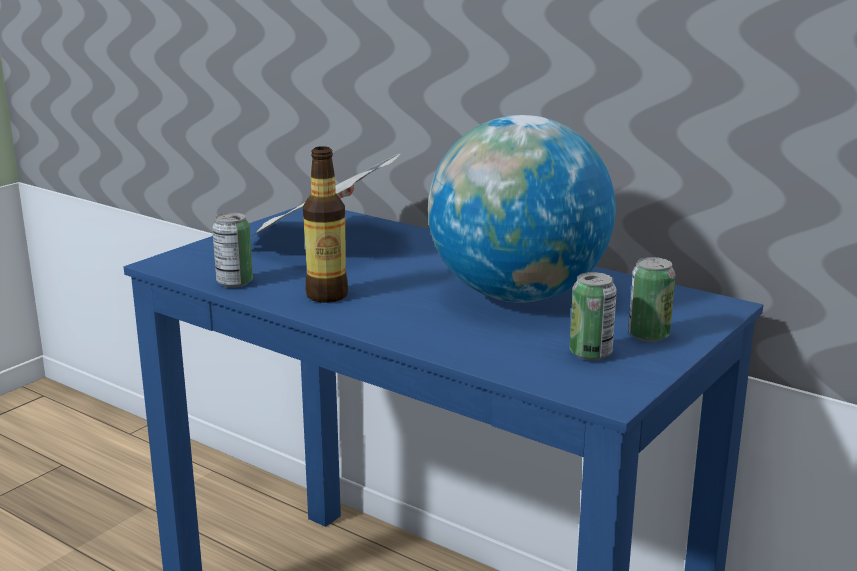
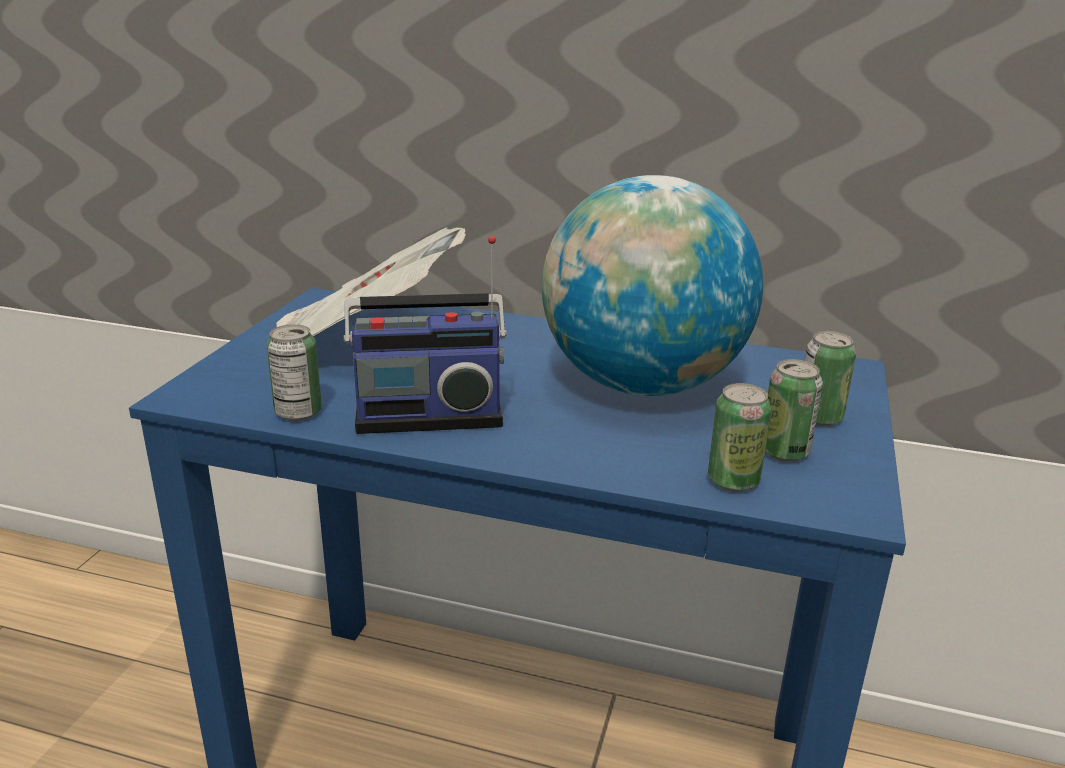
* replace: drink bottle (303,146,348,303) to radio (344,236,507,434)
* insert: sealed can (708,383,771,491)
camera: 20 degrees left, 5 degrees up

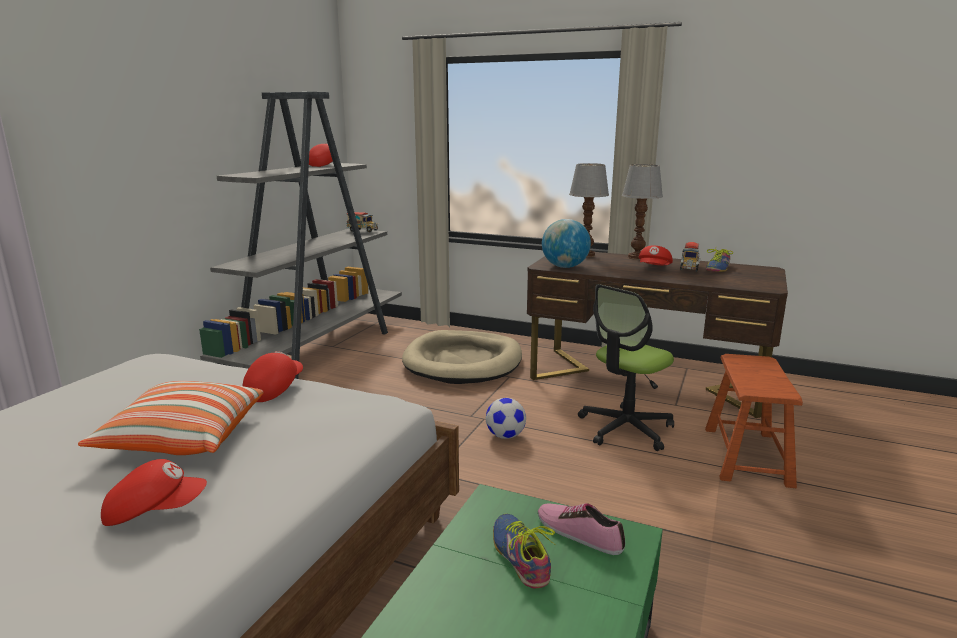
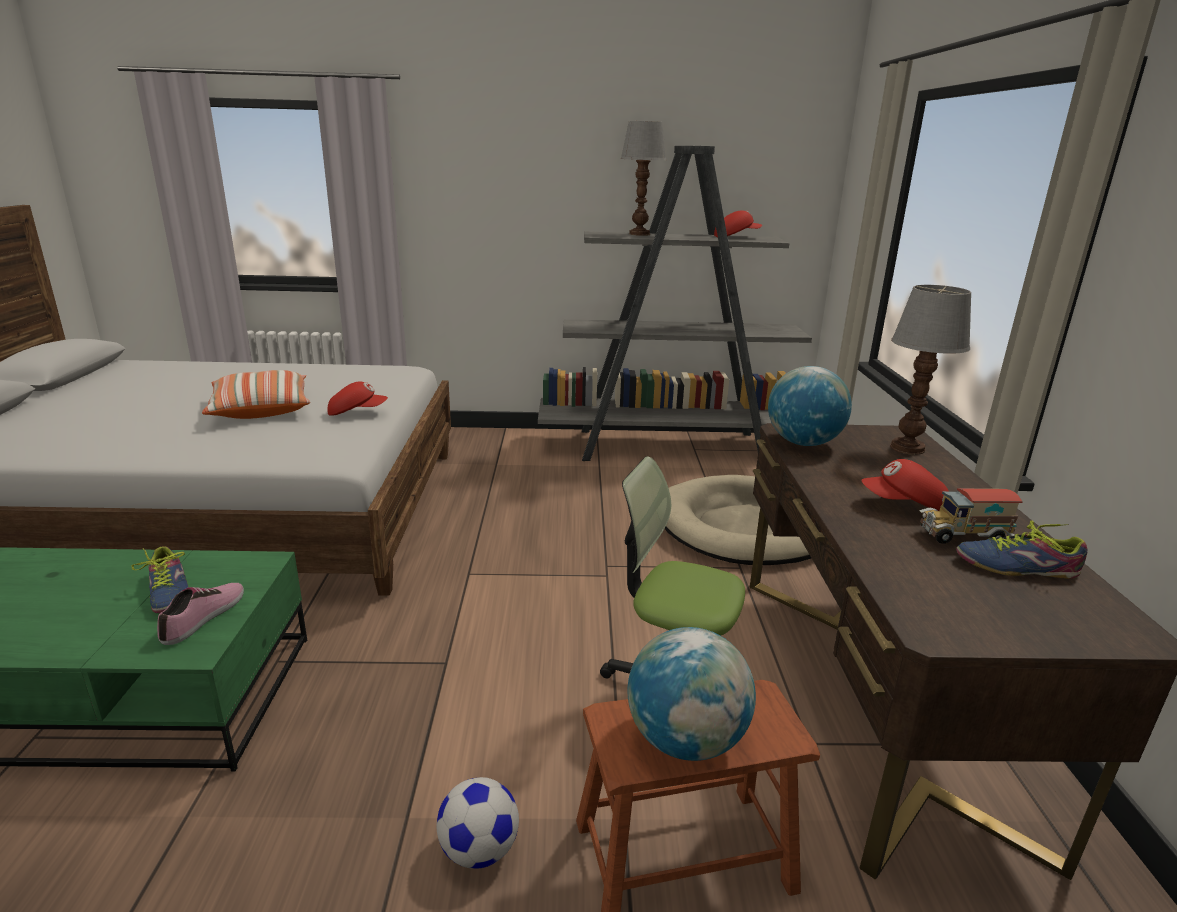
* delete: red peaked cap (101,459,207,526)
* delete: model truck (346,212,378,232)
* move: football ball (486,398,526,439) to (436,777,519,869)
* rotate: shoe (493,514,556,589) = (131,546,188,613) 105 degrees clockwise
* move: tabletop lamp (622,164,663,260) to (621,121,667,236)
* insert: globe (628,627,756,761)
camera: 65 degrees right, 5 degrees up

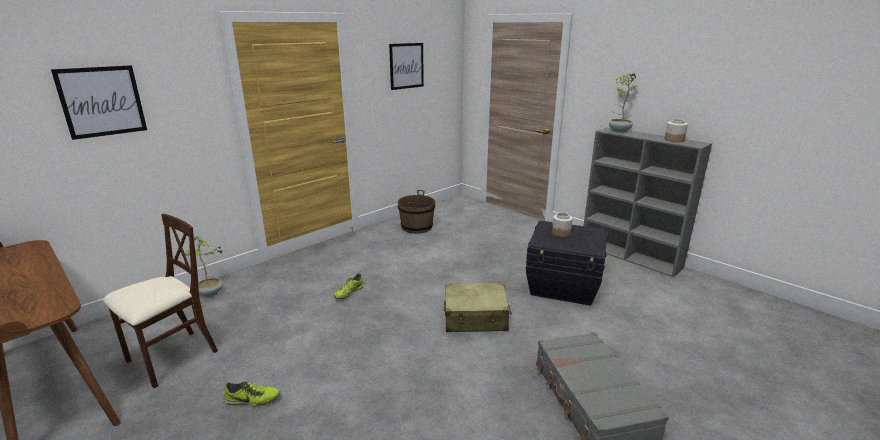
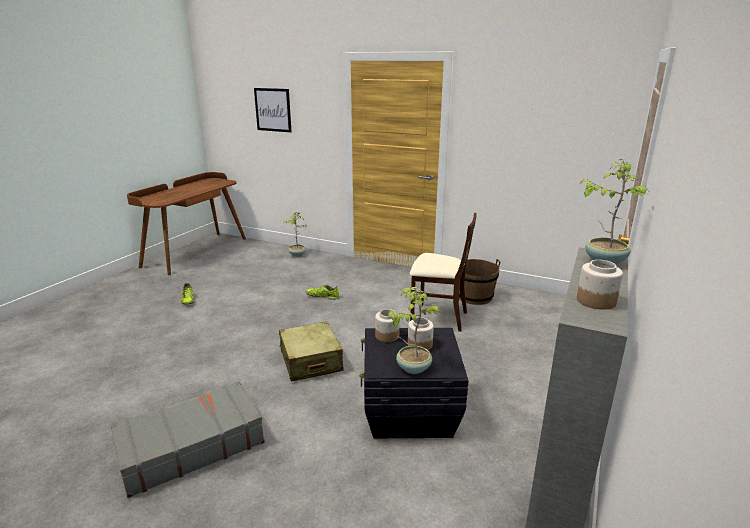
* move: sand-coloured plain chair (103,214,218,388) to (410,213,477,332)
* delete: wall art (389,43,424,90)
* insert: preserve jar (375,309,400,342)
* insert: potted plant (387,287,439,374)
camera: 70 degrees right, 0 degrees up

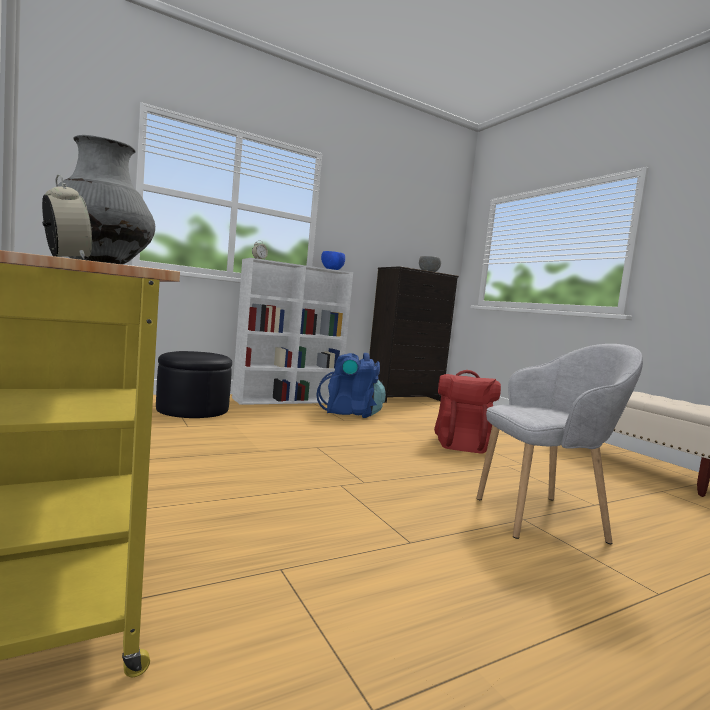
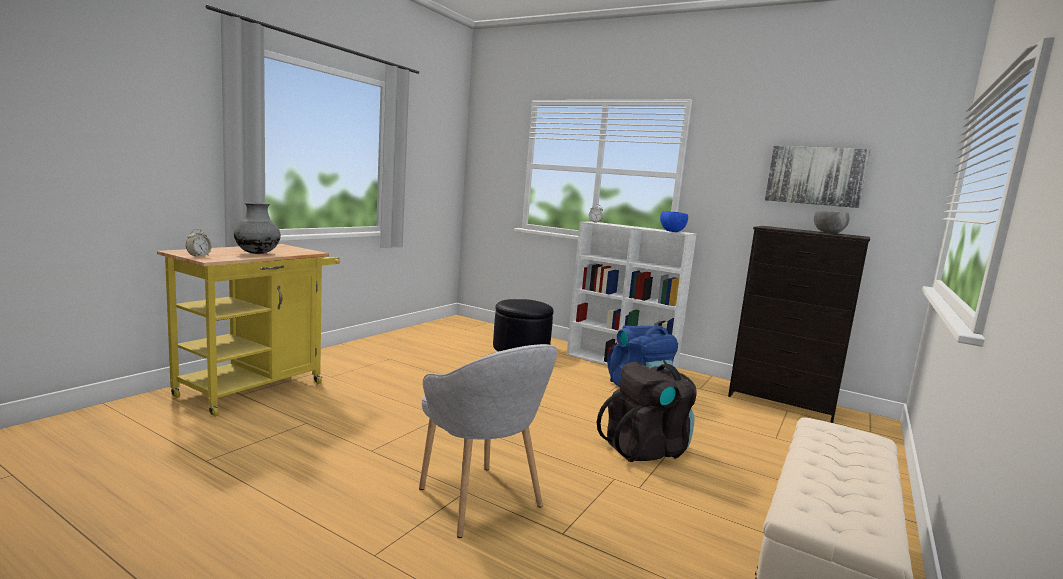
* recolor: red knapsack (434,370,501,454) to black knapsack (597,362,697,462)
* insert: wall art (765,146,870,208)
camera: 60 degrees right, 5 degrees up

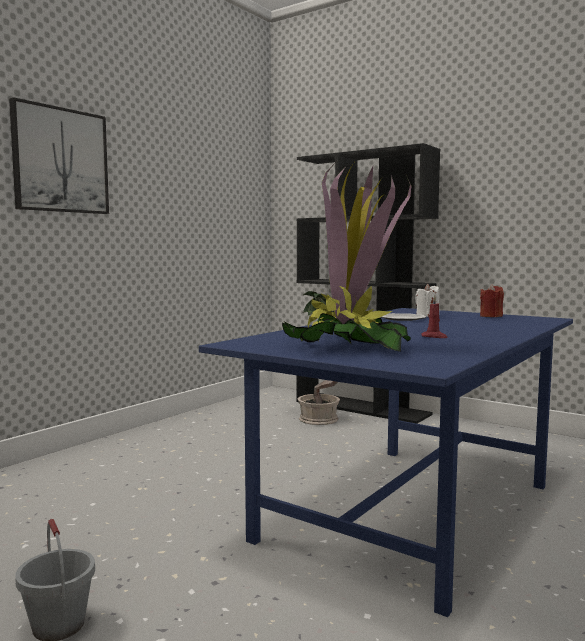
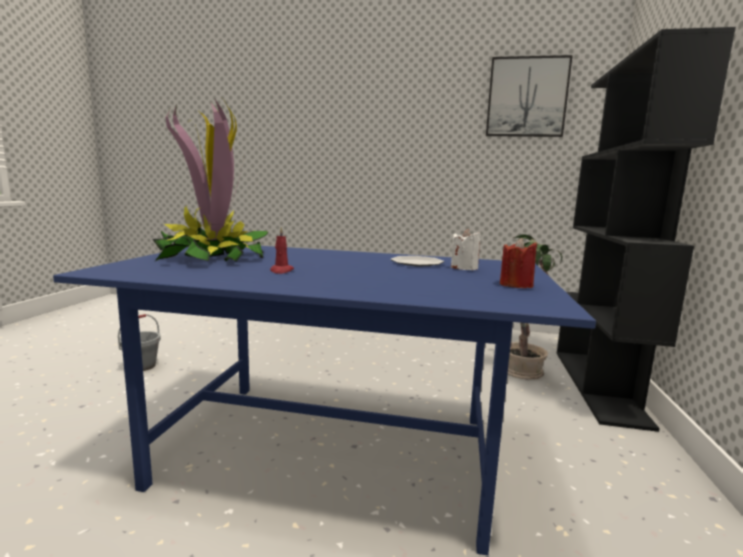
* move: wall art (9,97,109,214) to (486,55,573,137)
camera: 65 degrees right, 5 degrees up

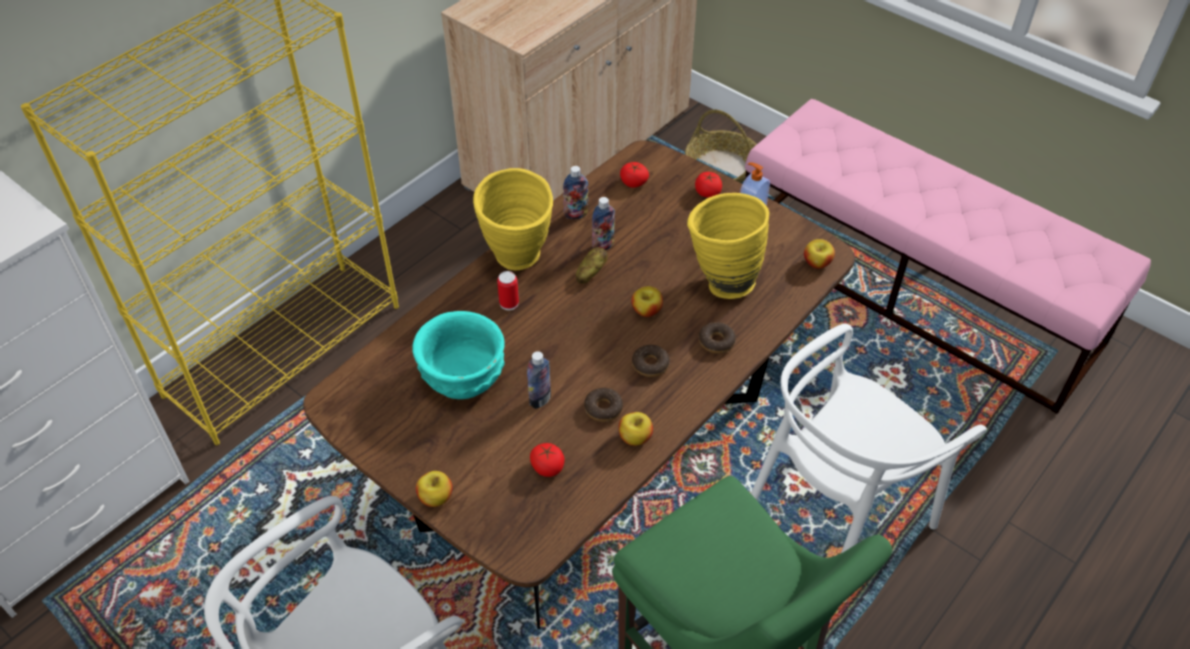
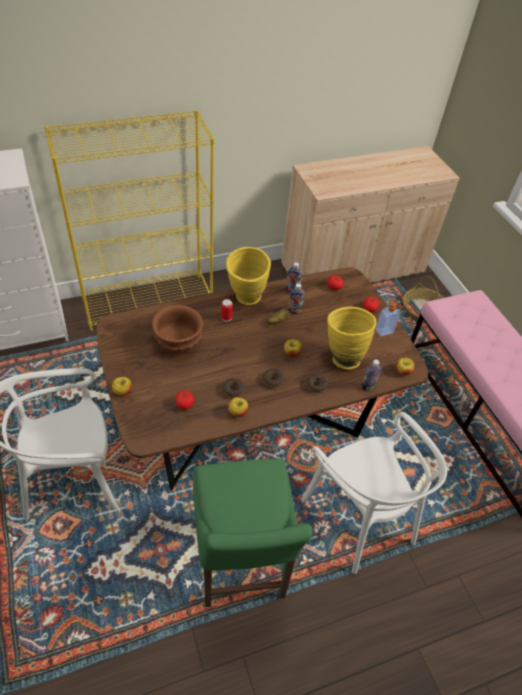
* recolor: turquoise-coloured deep dish (412,311,505,399) to brown-coloured deep dish (152,305,203,354)
* move: drink bottle (527,351,551,409) to (361,360,381,390)
* rotate: whitish plain chair (751,324,987,553) = (301,412,447,574) 105 degrees counterclockwise
camera: 25 degrees right, 0 degrees up

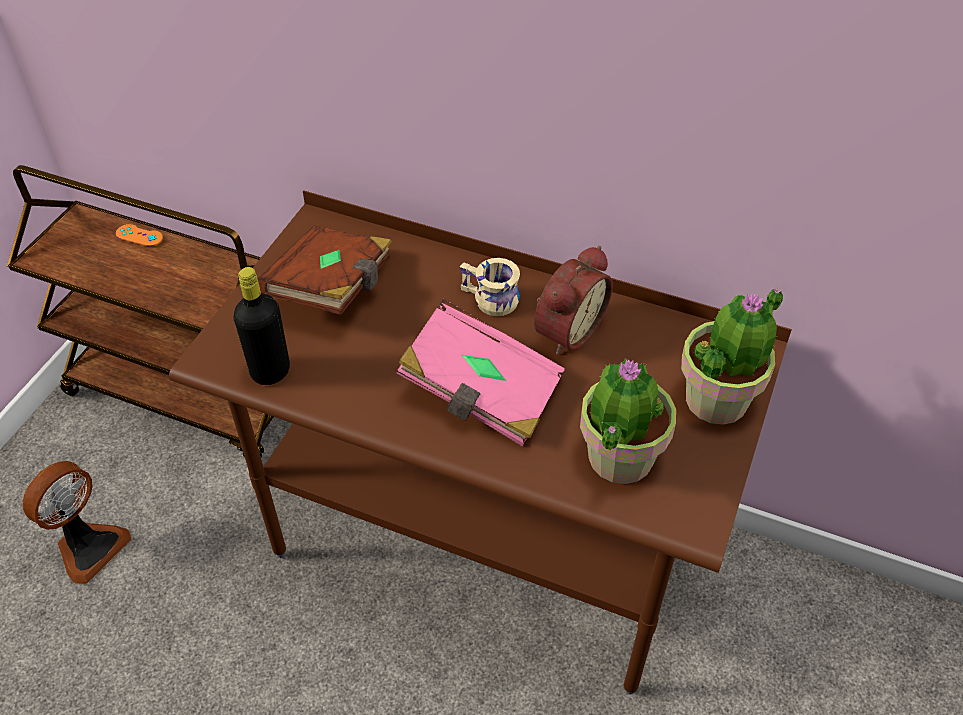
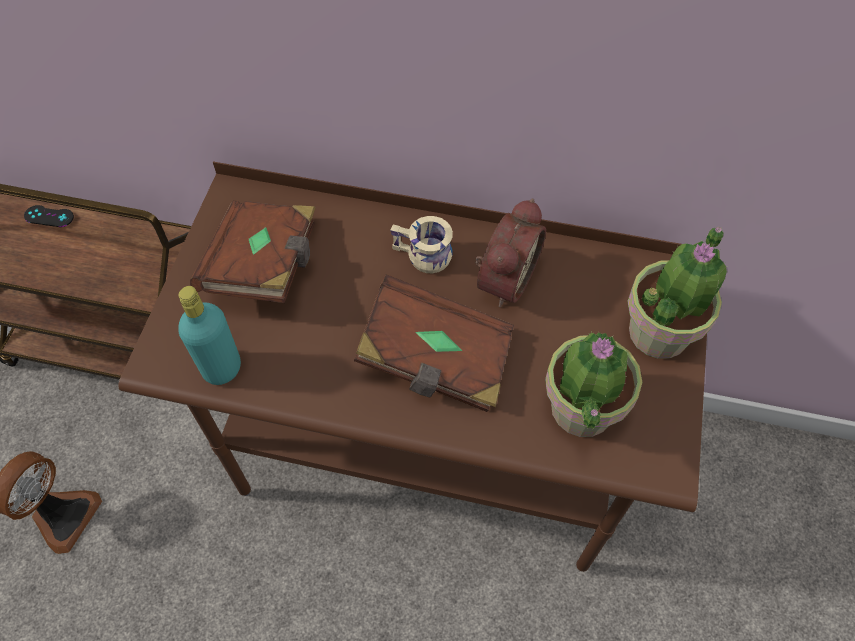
* recolor: orange joypad (116,224,163,247) to black joypad (24,205,74,227)
* recolor: black drink bottle (233,267,290,385) to turquoise-coloured drink bottle (178,286,241,385)
* recolor: pink book (396,299,565,446) to brown-coloured book (354,274,514,412)
camera: 10 degrees left, 10 degrees up

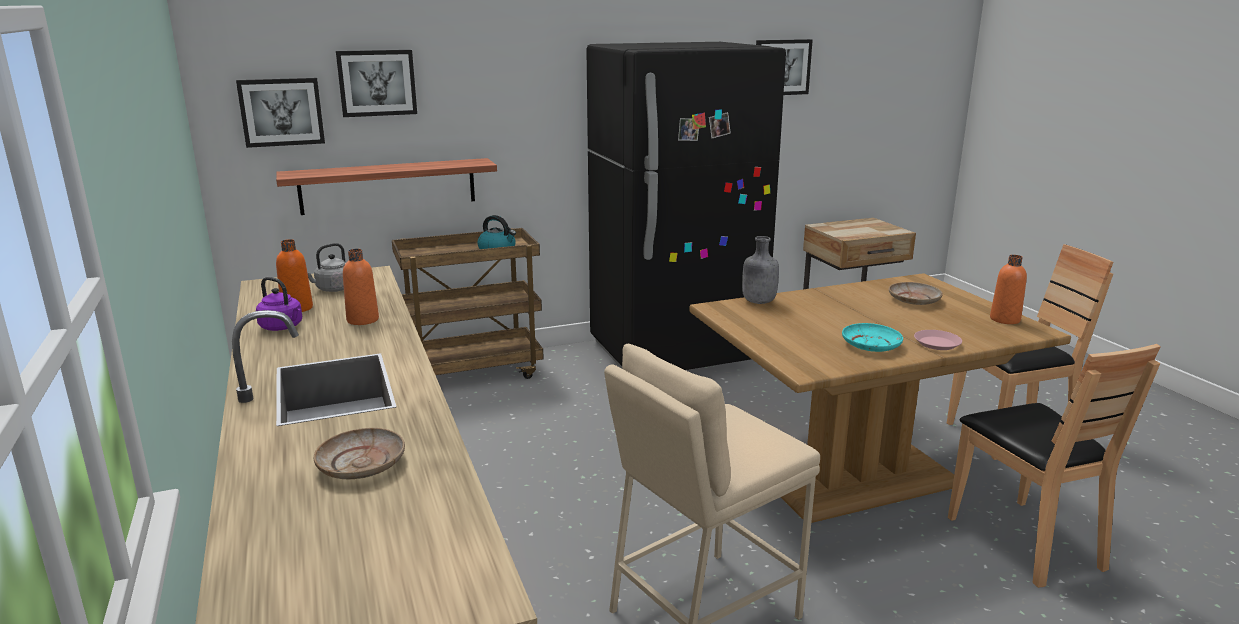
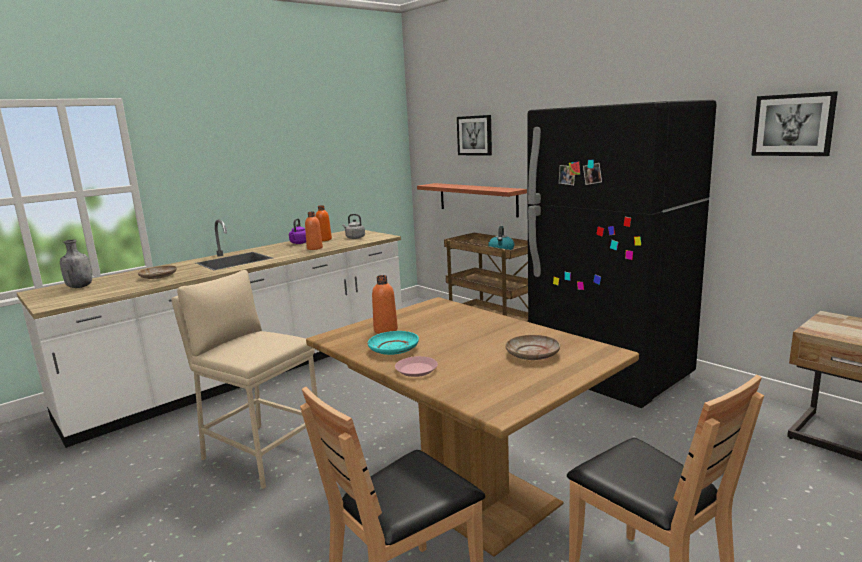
* delete: wall art (236,78,325,148)
* move: grey drink bottle (742,236,779,304) to (60,240,92,288)
* move: orange drink bottle (990,255,1027,324) to (372,275,398,334)
camera: 70 degrees right, 5 degrees down

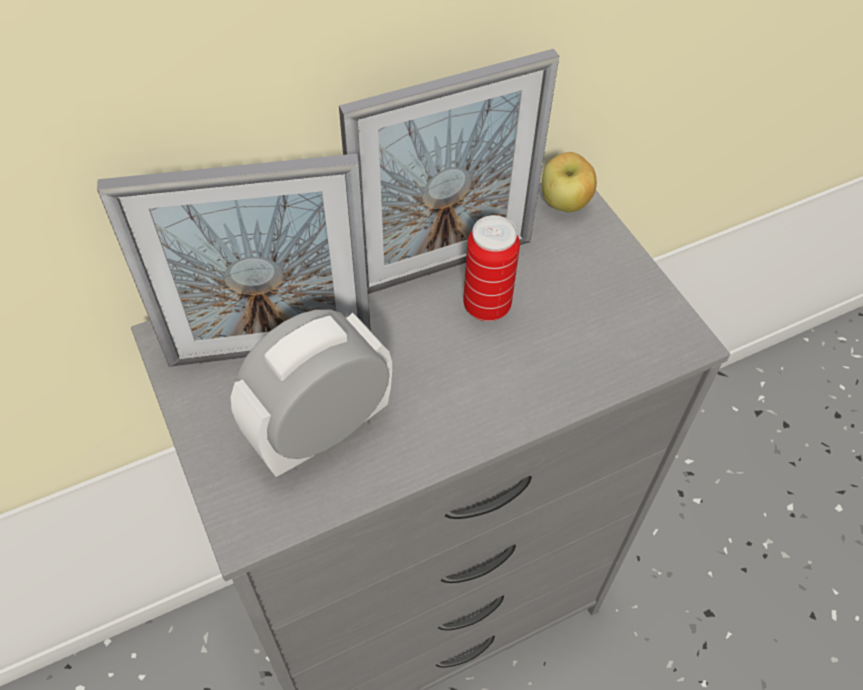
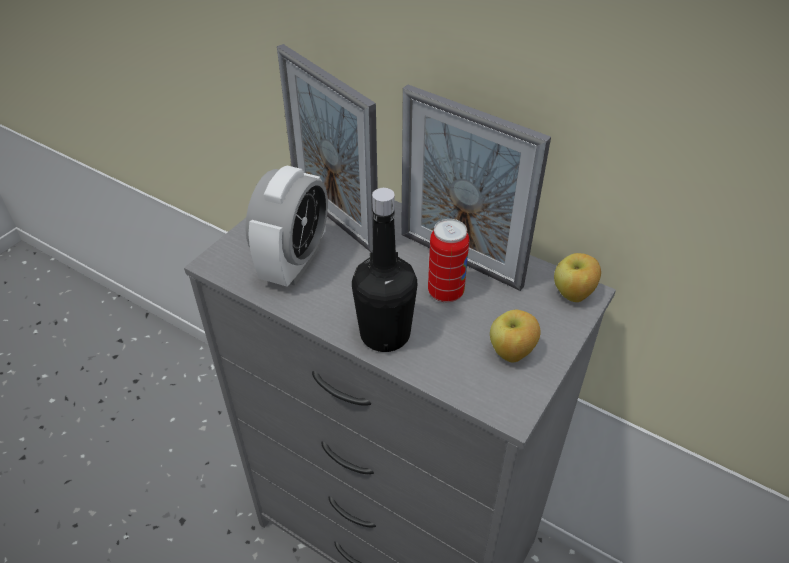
* rotate: table clock (231,309,392,477) = (245,166,328,287) 90 degrees clockwise
* insert: black drink bottle (352,188,417,352)
* insert: apple fruit (490,310,540,363)
camera: 60 degrees right, 10 degrees down

